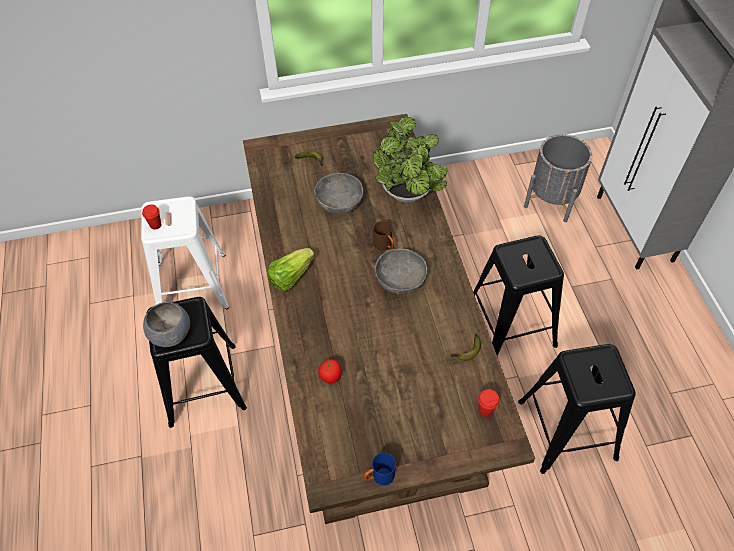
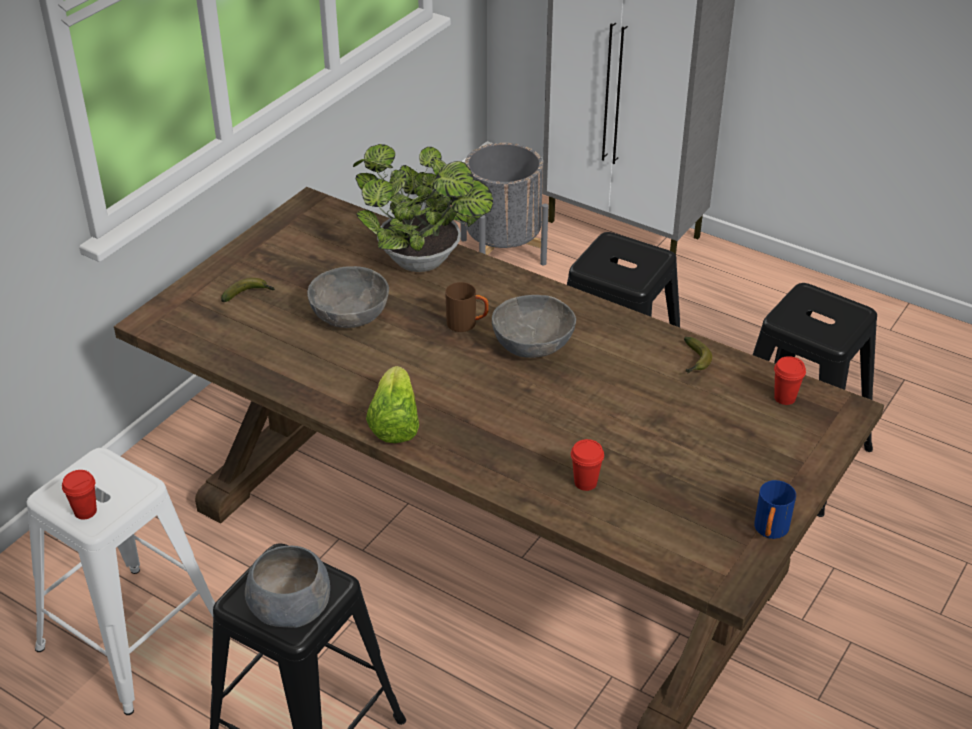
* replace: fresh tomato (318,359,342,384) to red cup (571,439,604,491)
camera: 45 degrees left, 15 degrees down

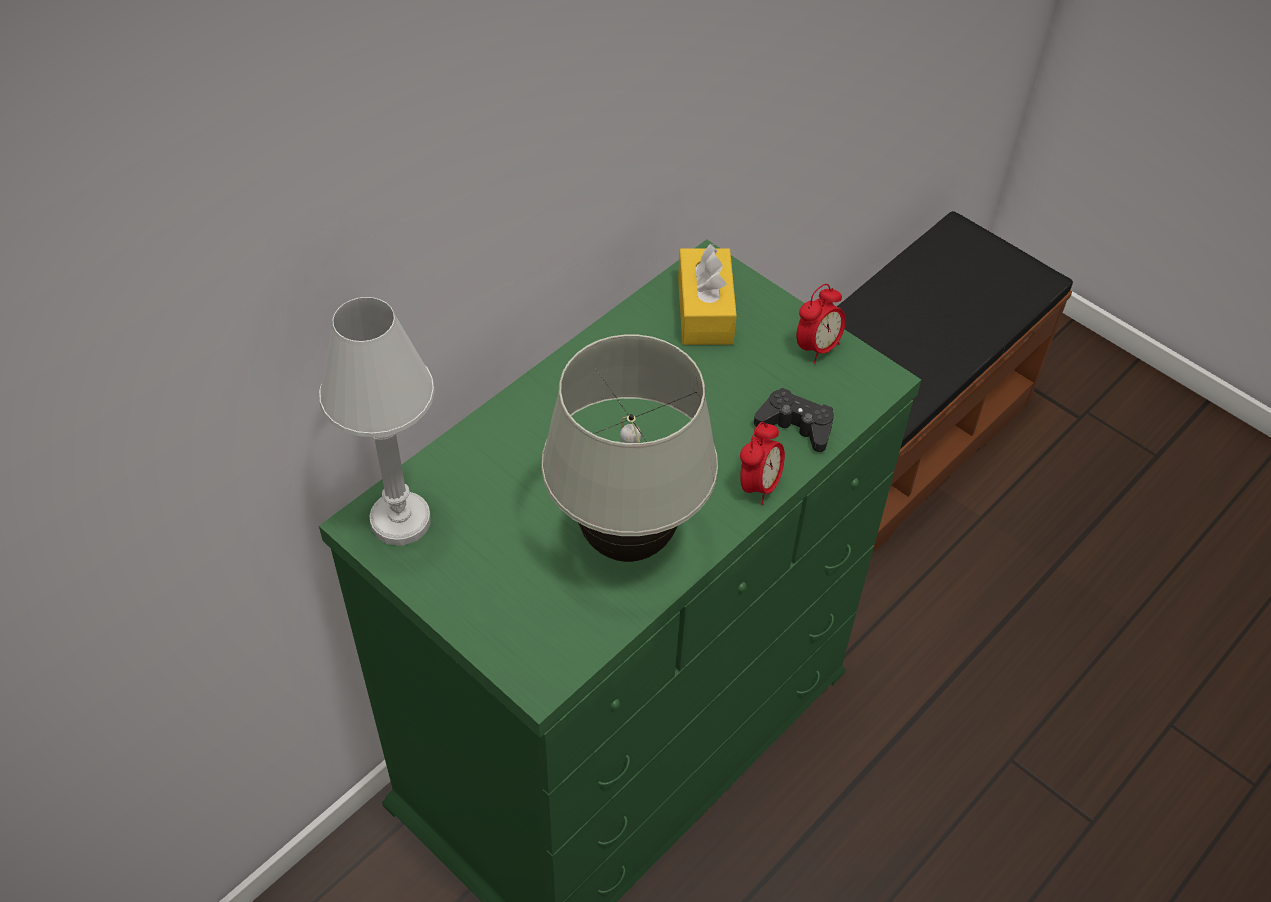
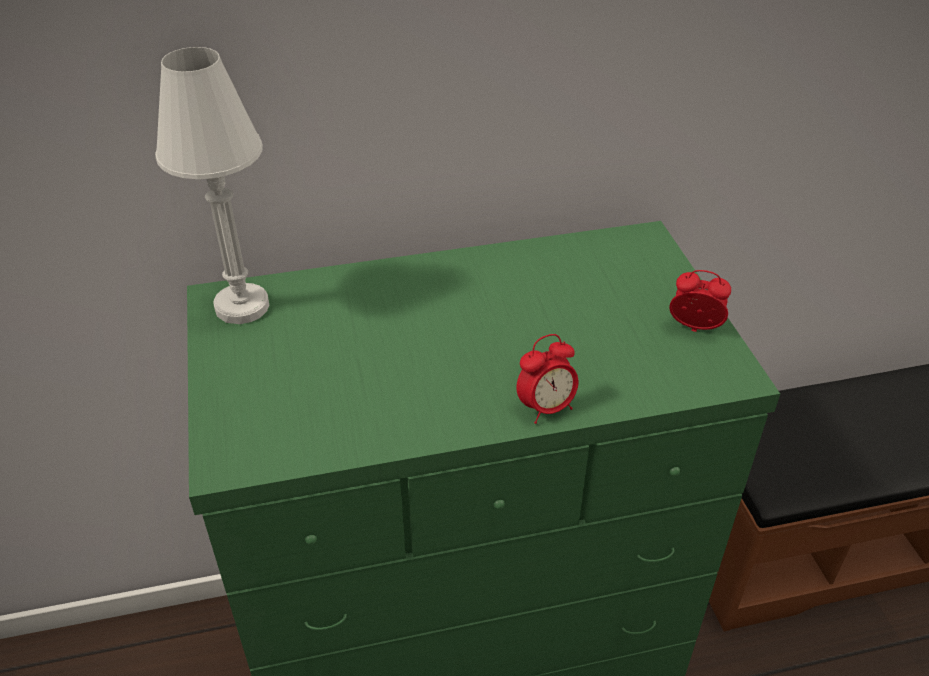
* delete: whitish tabletop lamp (542,334,718,562)
* delete: yellow tissue holder (678,244,737,345)
* delete: black joypad (754,388,834,452)
* rotate: table clock (797,284,846,364) = (669,270,731,332) 150 degrees counterclockwise
camera: 35 degrees right, 10 degrees down

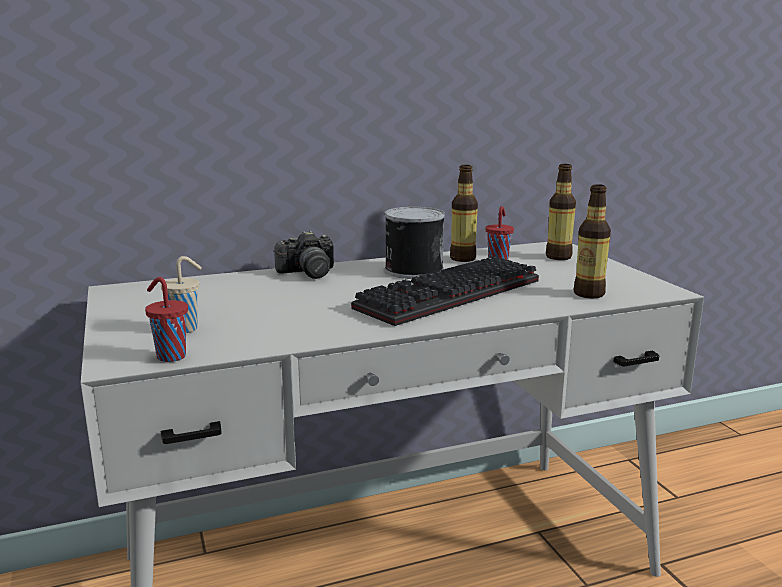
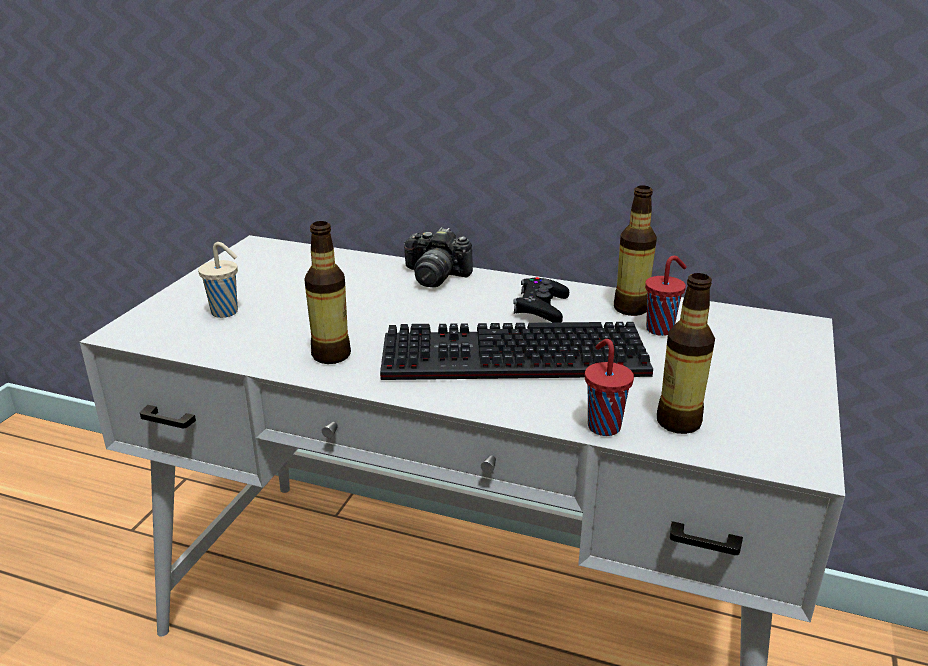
* move: red cup (145,277,188,362) to (585,339,634,436)
* replace: sealed can (385,207,445,279) to black joypad (513,277,569,322)
* move: drink bottle (546,164,576,260) to (304,221,351,364)
camera: 40 degrees right, 10 degrees up

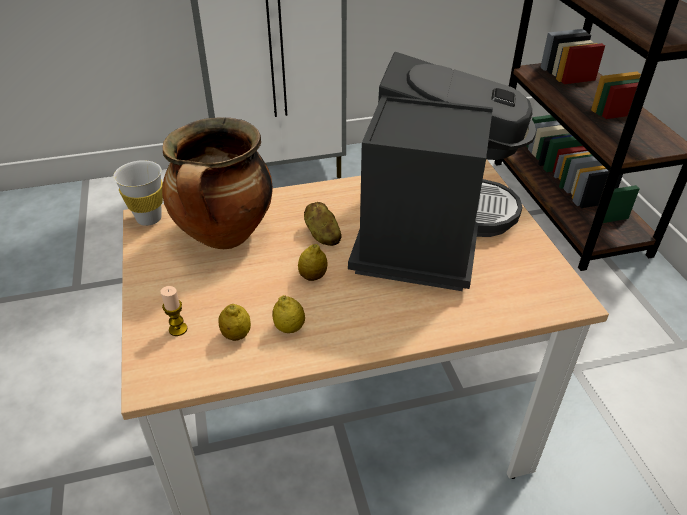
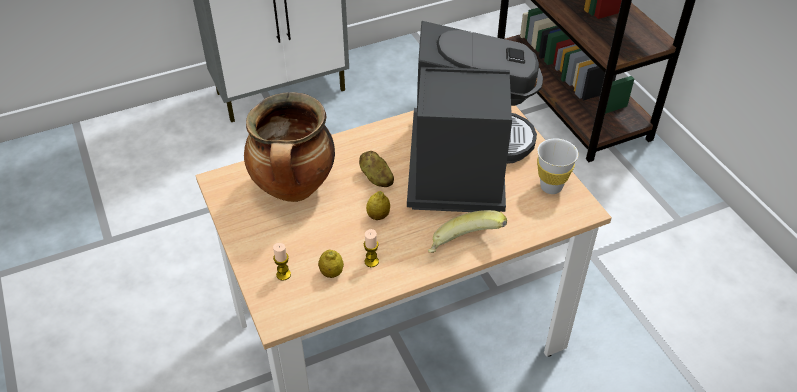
* move: whitish cup (113,160,163,226) to (537,138,578,194)
* replace: citrus fruit (272,295,305,333) to wax candle (364,229,379,267)
* insert: whole banana (428,210,507,253)
camera: 10 degrees left, 5 degrees up

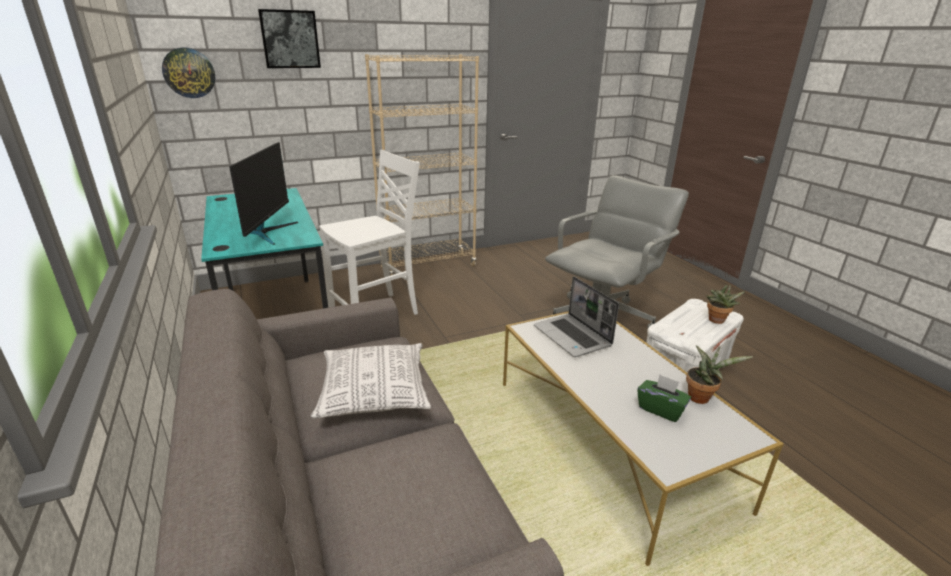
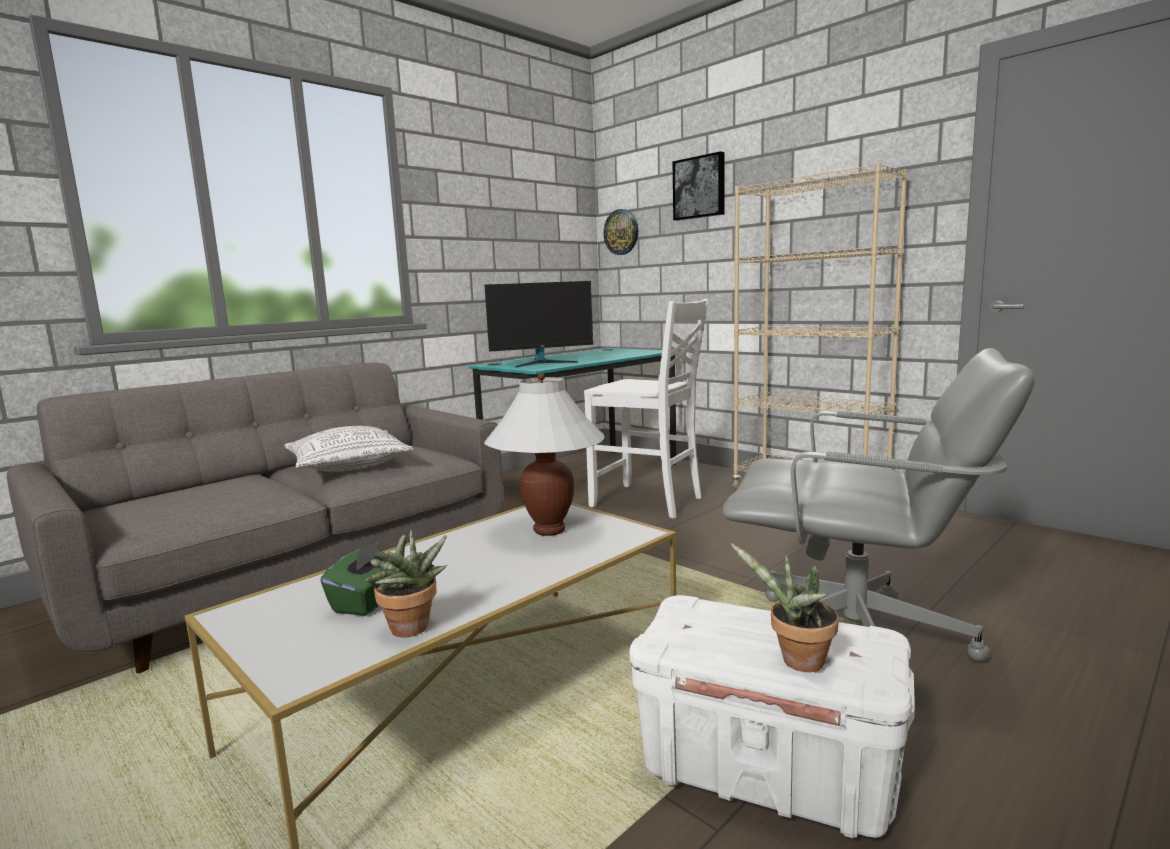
* replace: notebook computer (534,276,619,357) to whitish tabletop lamp (484,374,605,536)
camera: 70 degrees right, 15 degrees down

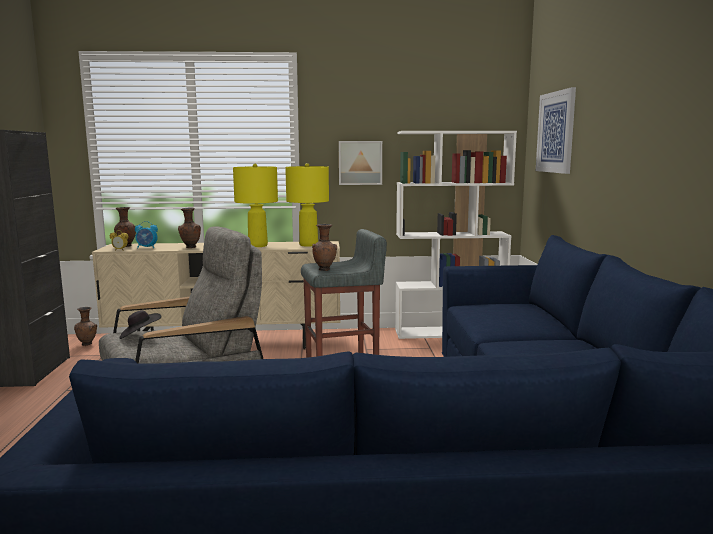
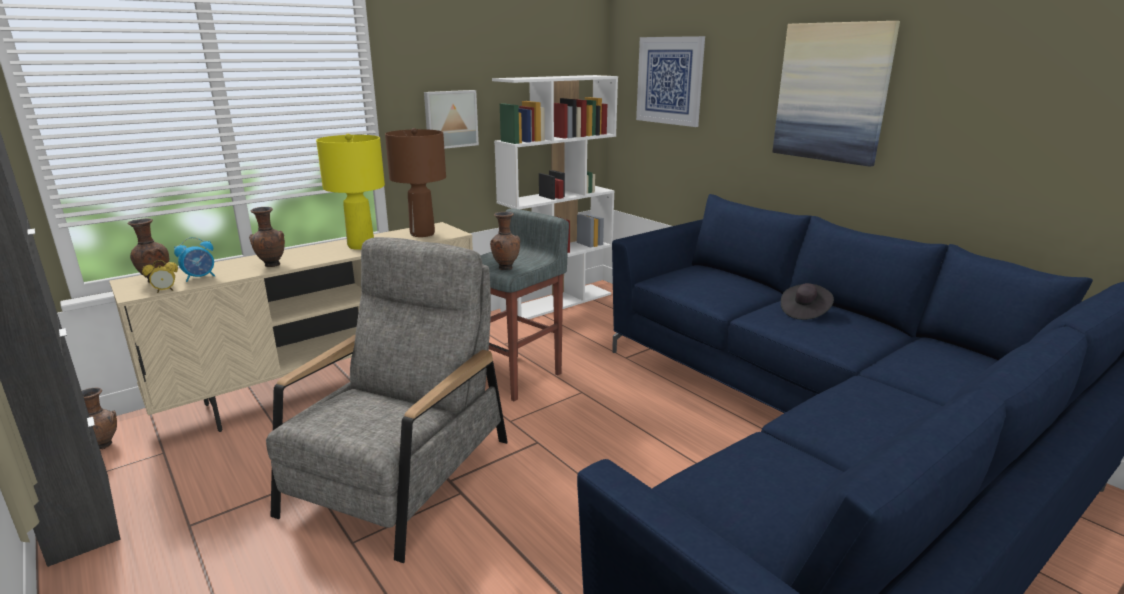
* move: black hat (119,310,161,339) to (781,283,834,320)
* recolor: yellow tabletop lamp (285,163,329,247) to brown-coloured tabletop lamp (385,128,446,237)
* insert: wall art (773,21,900,167)
camera: 35 degrees left, 10 degrees up

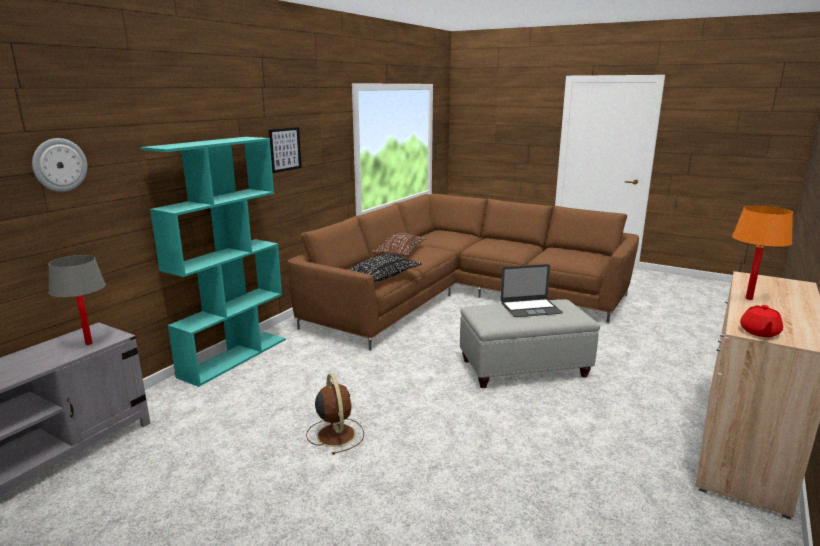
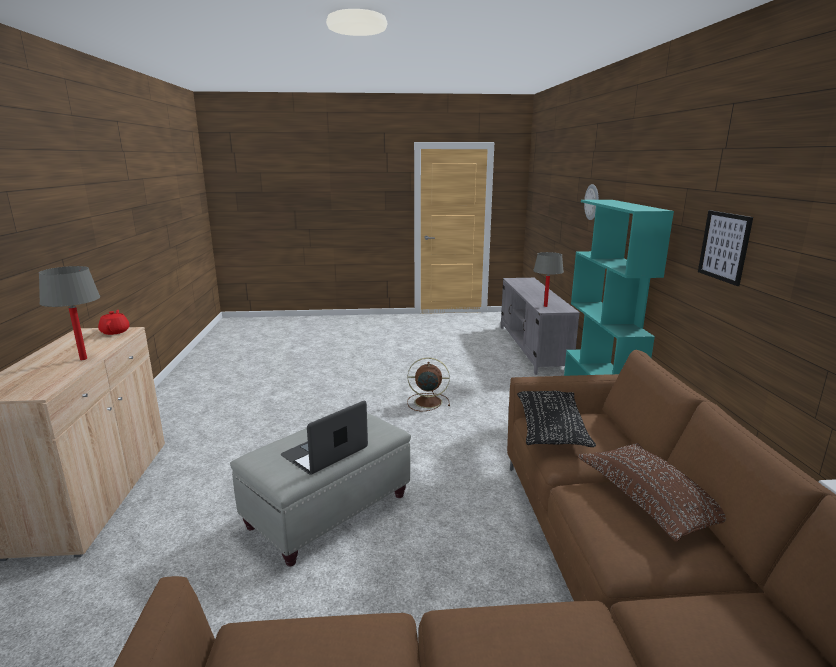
* rotate: brown-coloured electric fan (306,373,364,455) = (407,357,450,411) 150 degrees clockwise
* recolor: orange tabletop lamp (732,206,793,300) to grey tabletop lamp (39,266,100,360)
camera: 145 degrees right, 0 degrees up

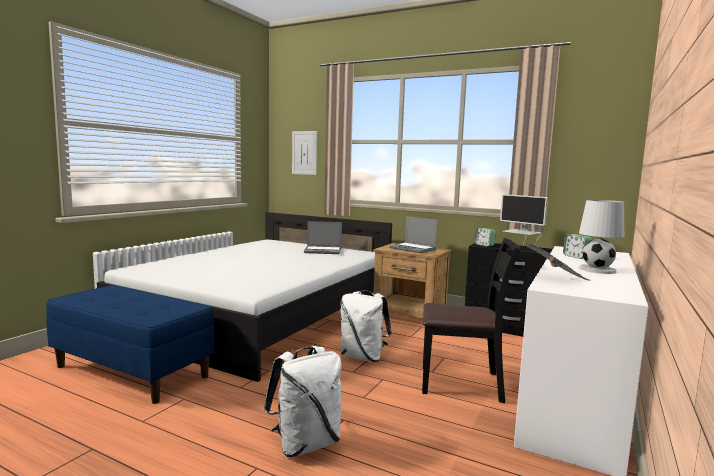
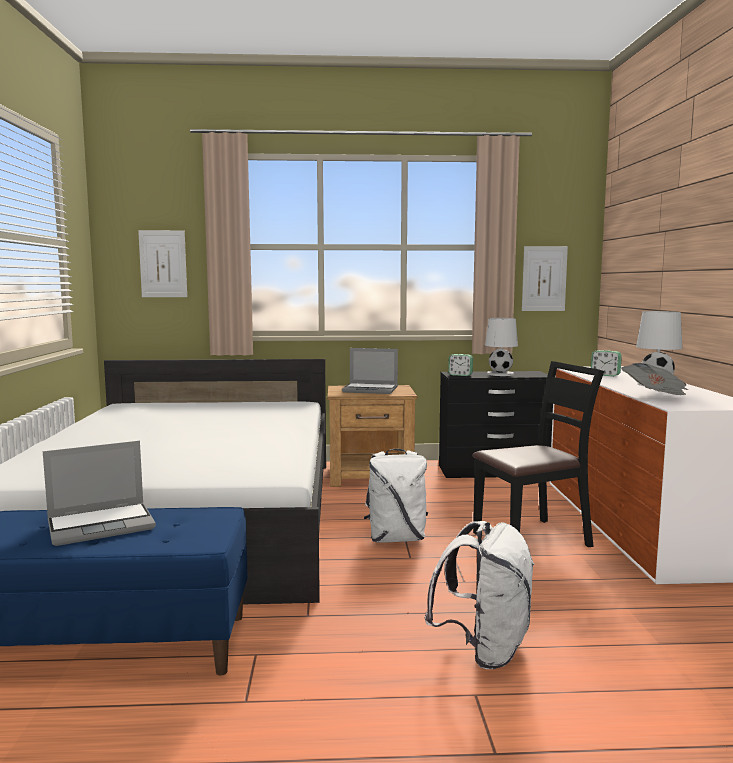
* move: notebook computer (304,221,342,254) to (43,441,156,546)
* replace: computer screen (500,194,548,246) to whitish tabletop lamp (485,318,518,376)
* insert: wall art (522,246,568,311)
camera: 30 degrees left, 0 degrees up

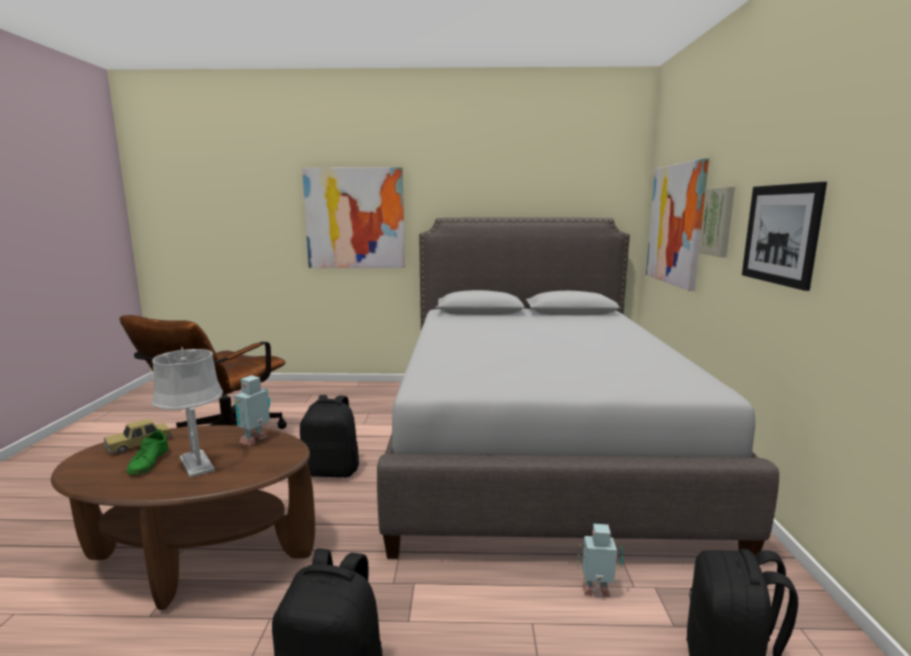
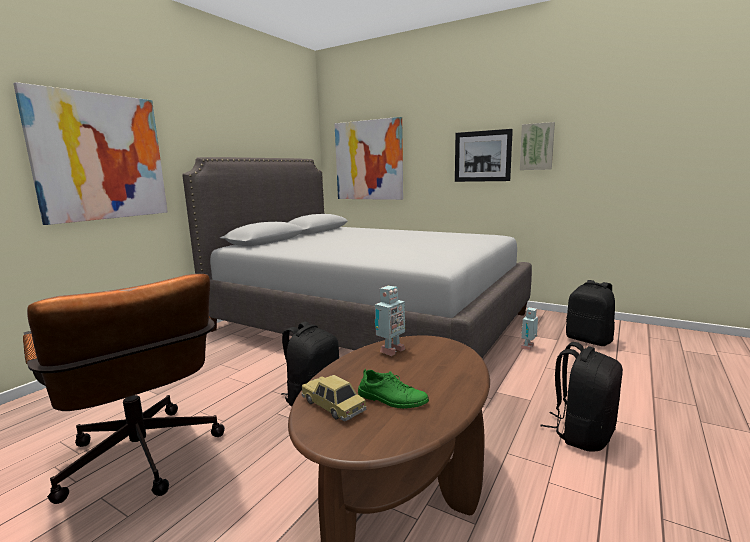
* rotate: miniature car (104,418,172,454) = (302,375,366,422) 150 degrees clockwise
* delete: grey tabletop lamp (152,347,223,478)
* rotate: model robot (234,375,270,446) = (375,286,405,356) 105 degrees counterclockwise
* move: wall art (699,187,735,257) to (520,122,555,170)
camera: 60 degrees left, 0 degrees up

